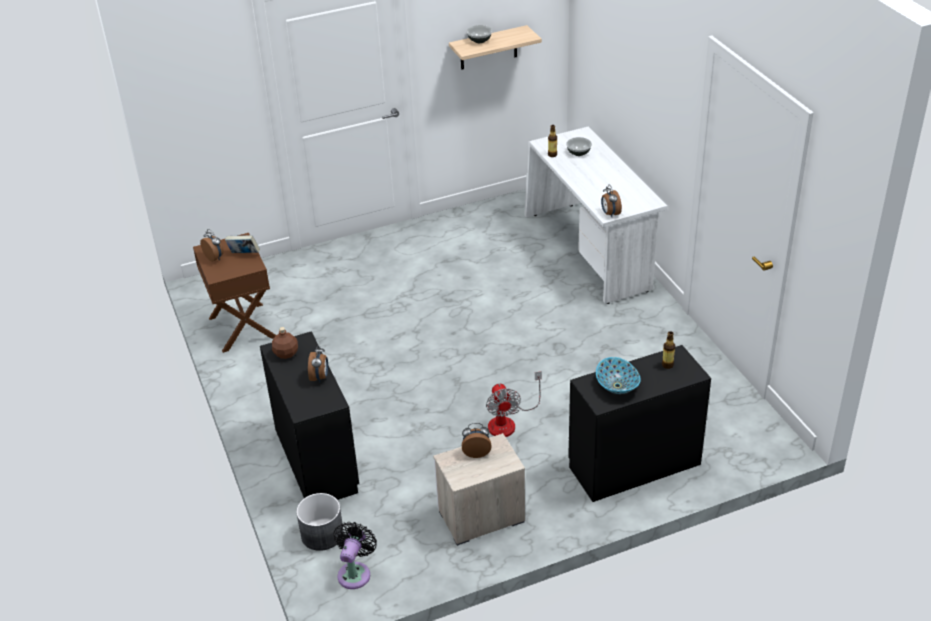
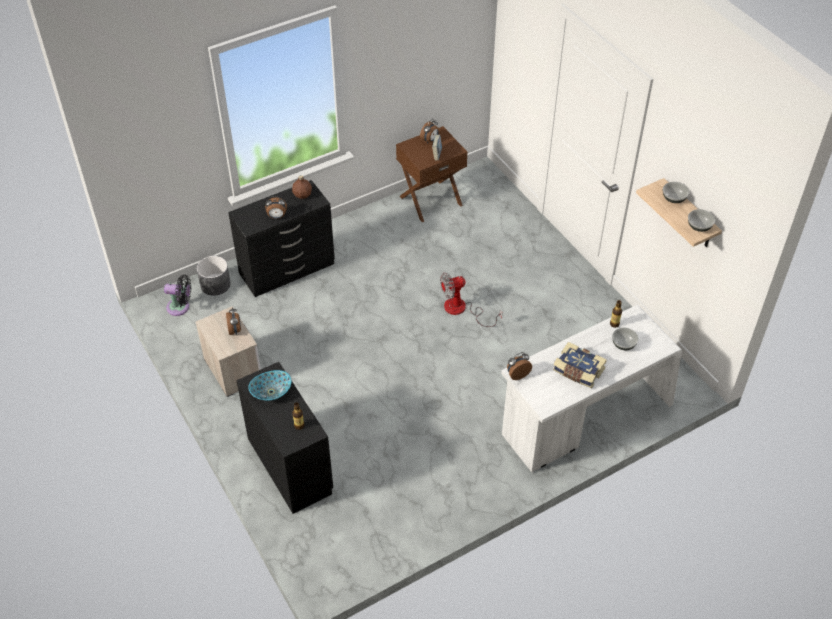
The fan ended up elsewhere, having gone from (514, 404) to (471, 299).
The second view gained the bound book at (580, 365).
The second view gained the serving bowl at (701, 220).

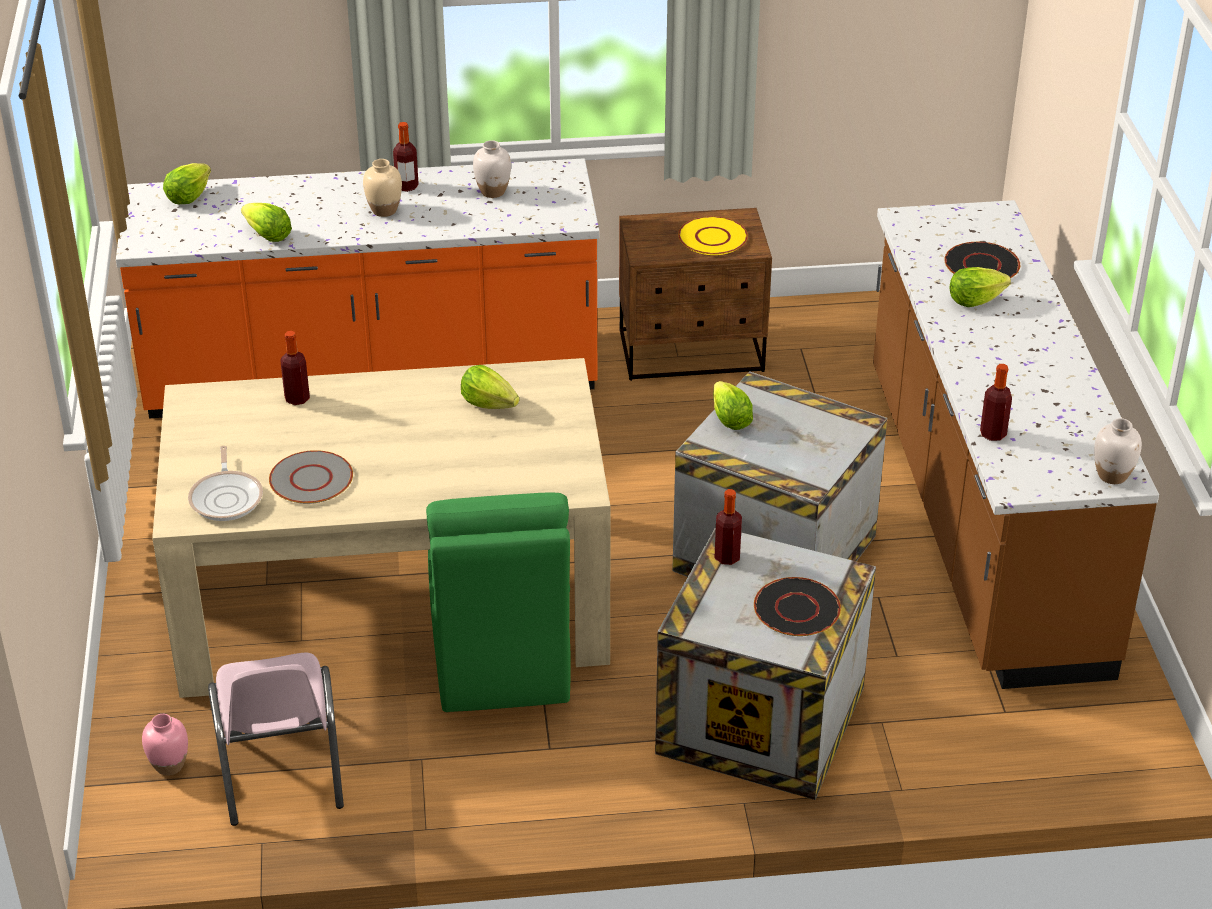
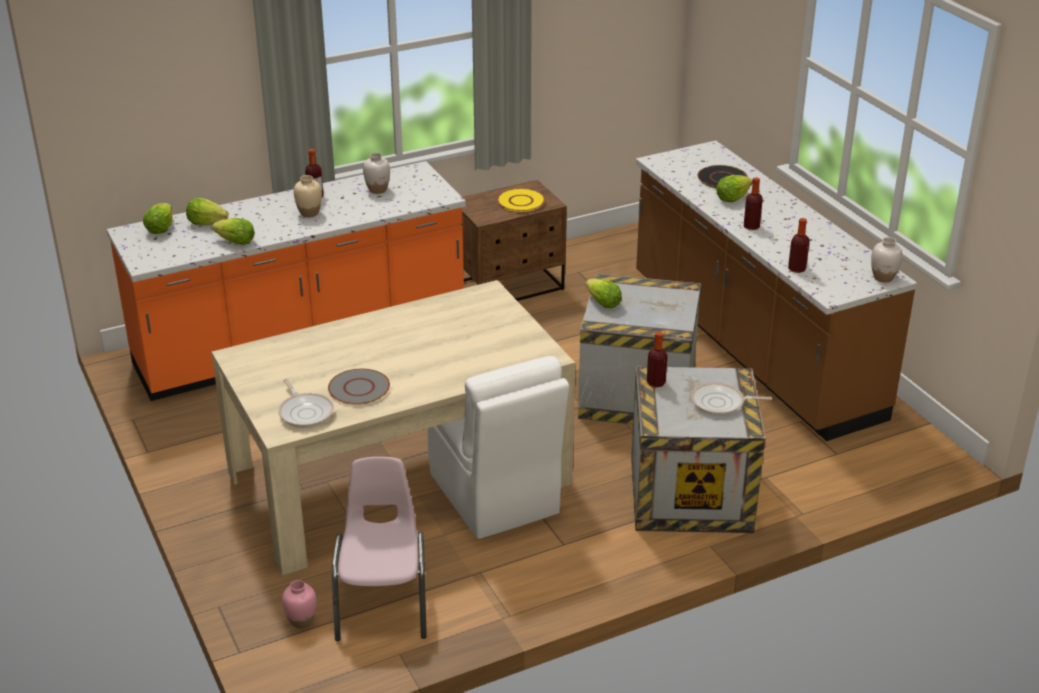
The pink-coloured plain chair at (276, 739) ended up facing another way, 150 degrees counterclockwise from before.
The drink bottle ended up elsewhere, having gone from (295, 368) to (753, 203).
What was the greenish plain chair at (498, 602) turned into the white-coloured plain chair at (498, 447).
The lettuce head ended up elsewhere, having gone from (490, 387) to (207, 211).
Where the black-coloured dinner plate stood at (797, 606), the pan came to stand at (731, 399).

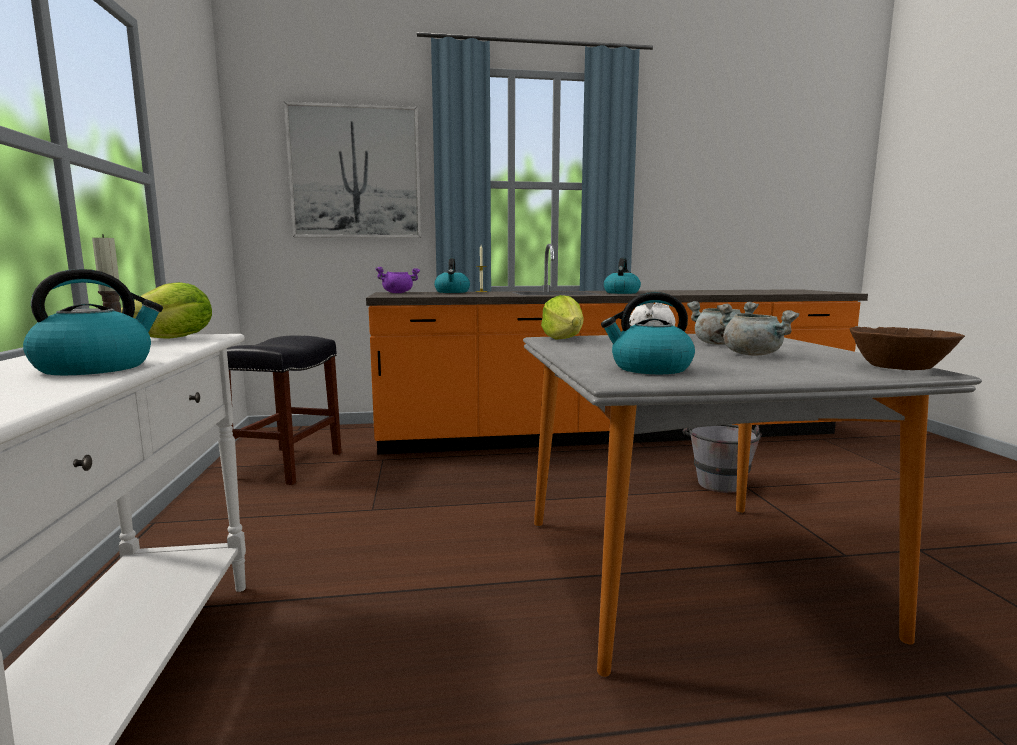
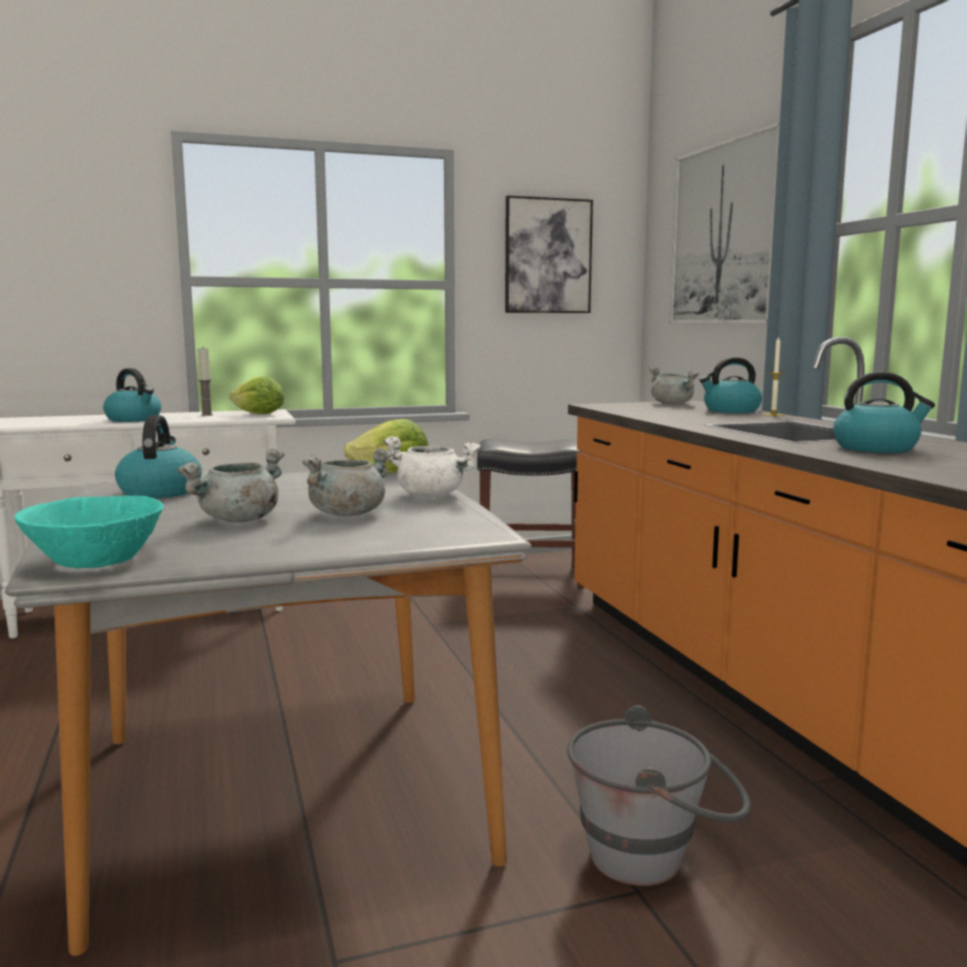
What was the purplish saucepot at (398, 280) turned into the greyish saucepot at (674, 385).
What was the brownish serving bowl at (907, 348) turned into the turquoise serving bowl at (89, 532).
The second view gained the wall art at (549, 254).

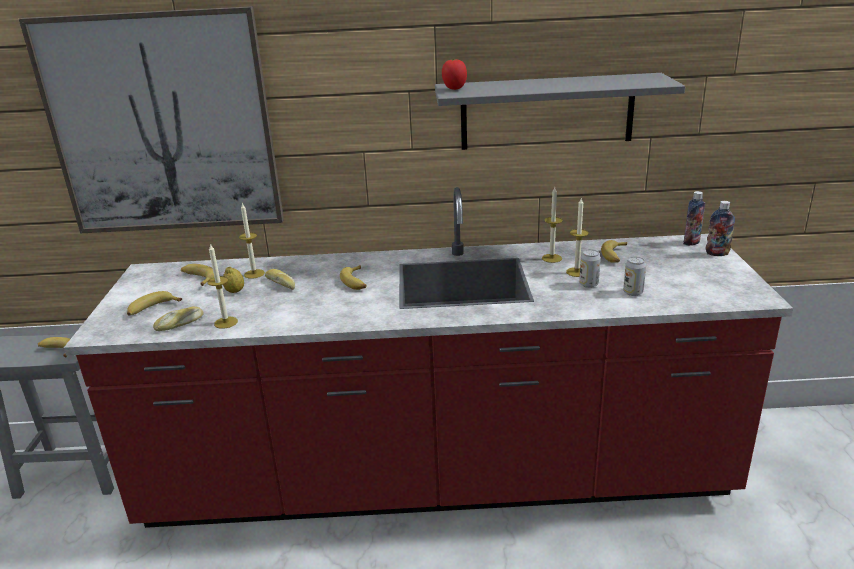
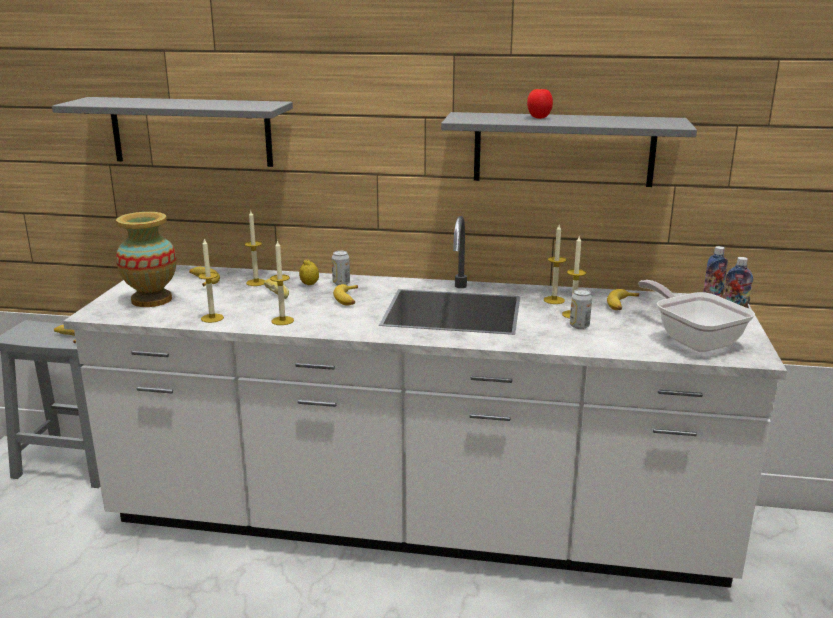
Where the wall art hung at (151, 119), the greyish wall shelf came to hang at (172, 132).
What was the red kitchen counter at (428, 357) turned into the white-coloured kitchen counter at (425, 402).
Where the whole banana stood at (154, 303), the vase came to stand at (146, 259).
The second view lost the baked bread at (178, 319).
The lemon ended up elsewhere, having gone from (233, 280) to (309, 272).
The tomato ended up elsewhere, having gone from (454, 74) to (540, 103).
The metal can ended up elsewhere, having gone from (634, 276) to (341, 268).
The second view gained the wax candle at (282, 282).
The second view gained the pan at (696, 316).

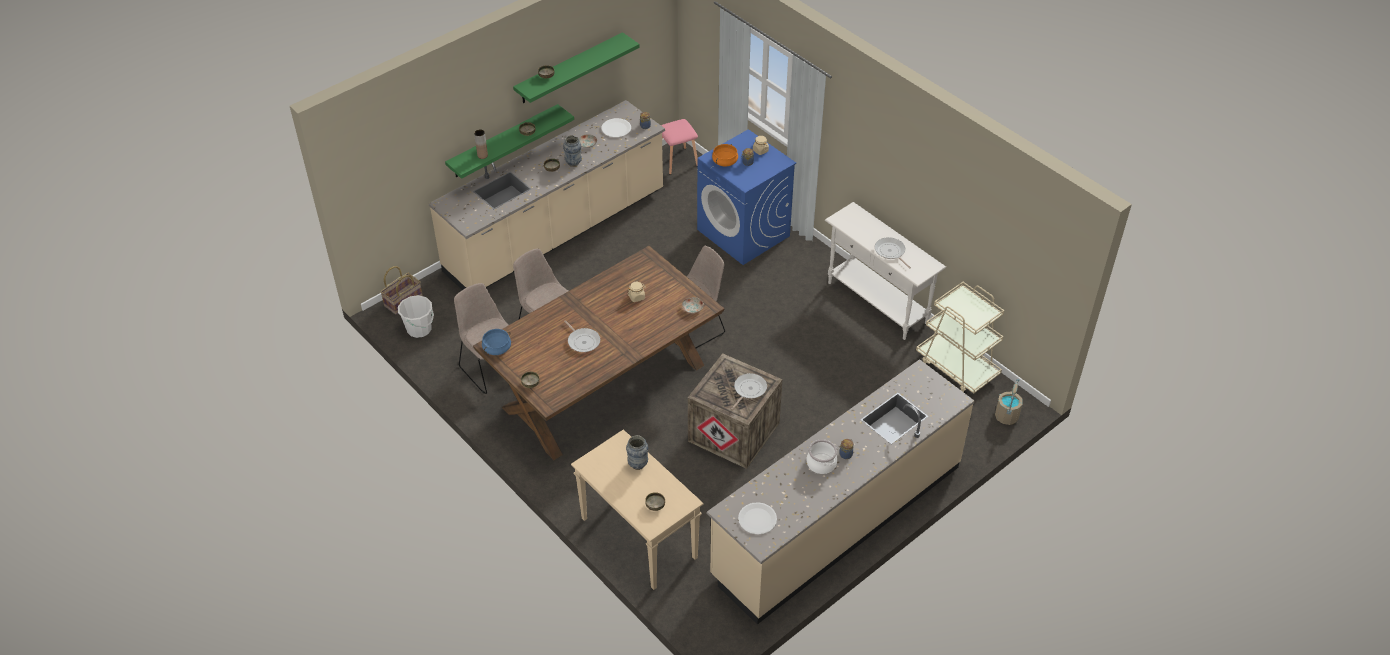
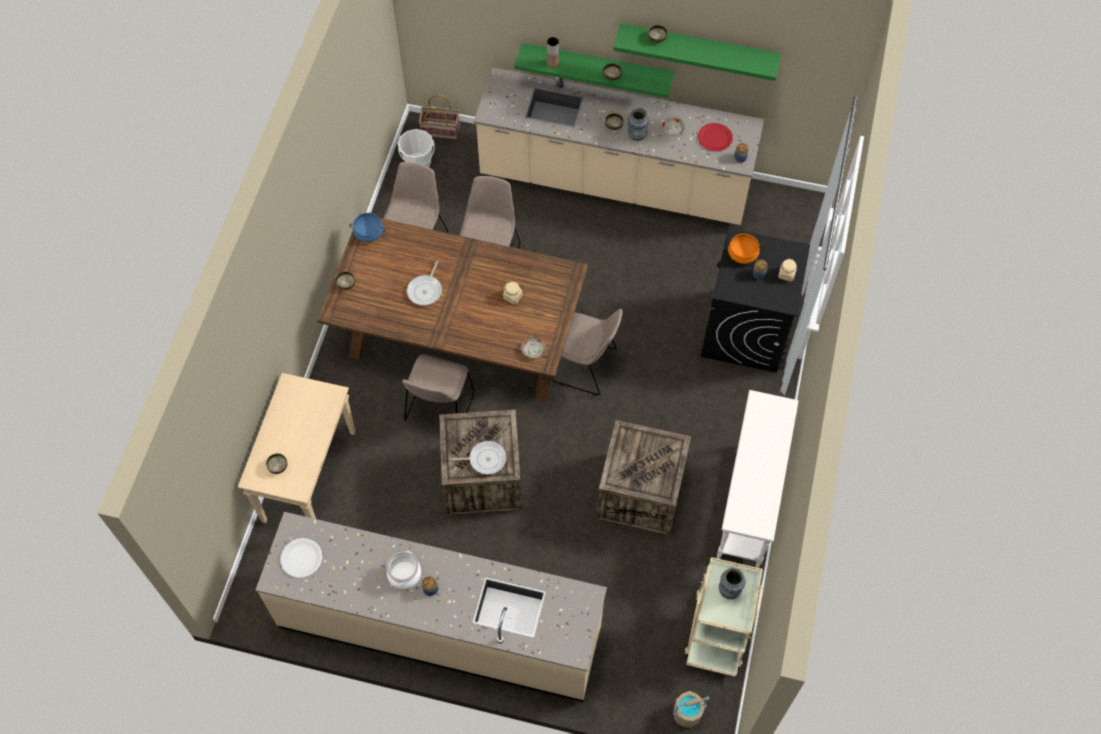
What was the white-coloured dinner plate at (616, 127) turned into the red dinner plate at (715, 137).
The vase ended up elsewhere, having gone from (637, 452) to (732, 583).
The second view lost the pink-coloured sitting stool at (679, 147).
What was the blue washing machine at (746, 197) turned into the black-coloured washing machine at (755, 300).
The second view lost the pan at (893, 252).
The second view gained the beige plain chair at (438, 387).
The second view gained the shipping crate at (643, 477).

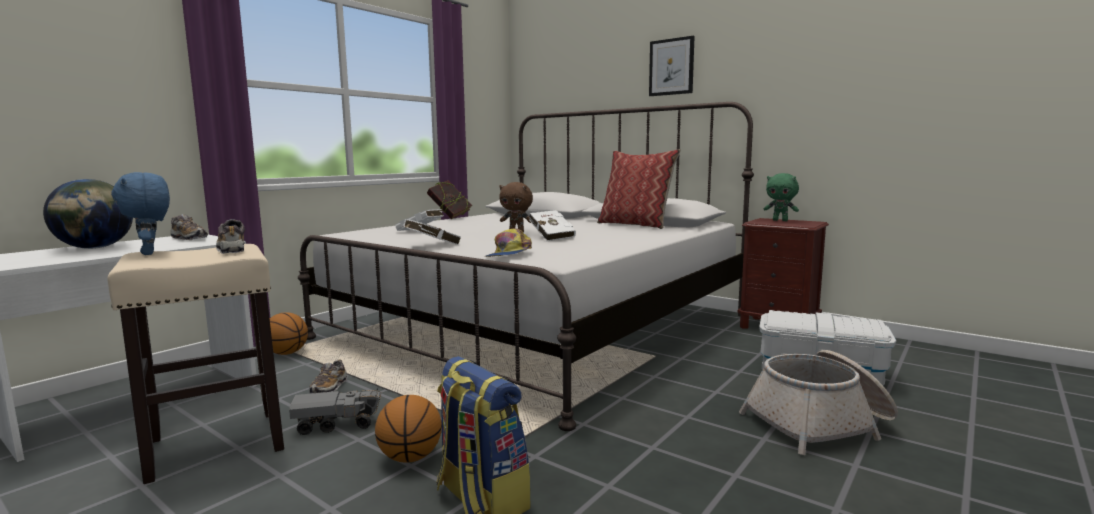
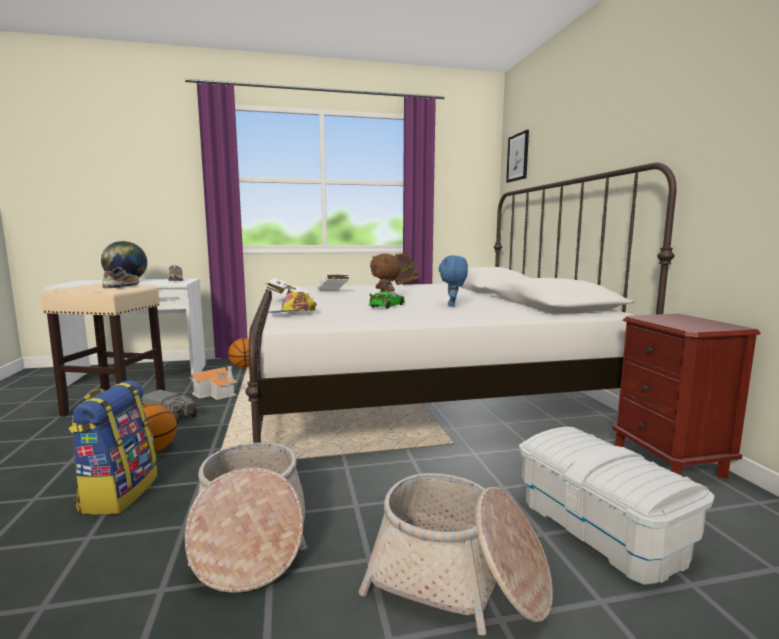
The blue cuddly toy ended up elsewhere, having gone from (140, 213) to (453, 281).
Where the low shoe stood at (328, 377), the model house came to stand at (213, 383).
Where the white-coloured bound book stood at (552, 225), the greenish toy car came to stand at (387, 300).
The second view lost the throw pillow at (639, 189).
The wall art ended up elsewhere, having gone from (672, 66) to (517, 156).
The second view lost the greenish cuddly toy at (781, 197).
The second view gained the basket at (246, 517).

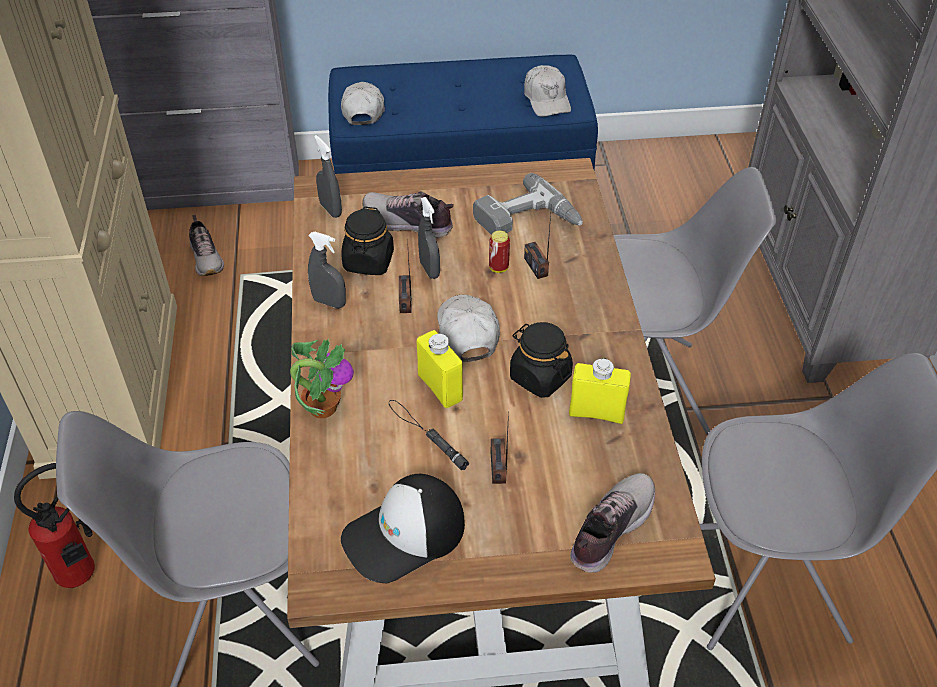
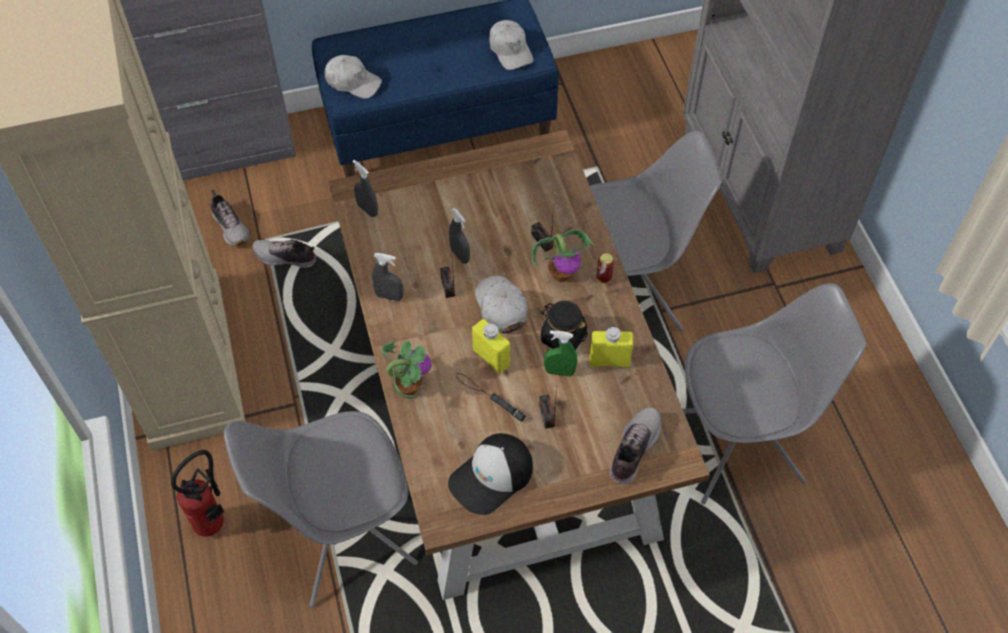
The white-coloured cap at (363, 103) ended up facing another way, 120 degrees clockwise from before.
The second view lost the black-coloured storage jar at (367, 241).
The low shoe ended up elsewhere, having gone from (408, 214) to (284, 253).
The second view lost the power drill at (528, 204).
The metal can ended up elsewhere, having gone from (499, 252) to (605, 268).
The second view gained the houseplant at (562, 255).
The second view gained the greenish sprayer at (560, 353).

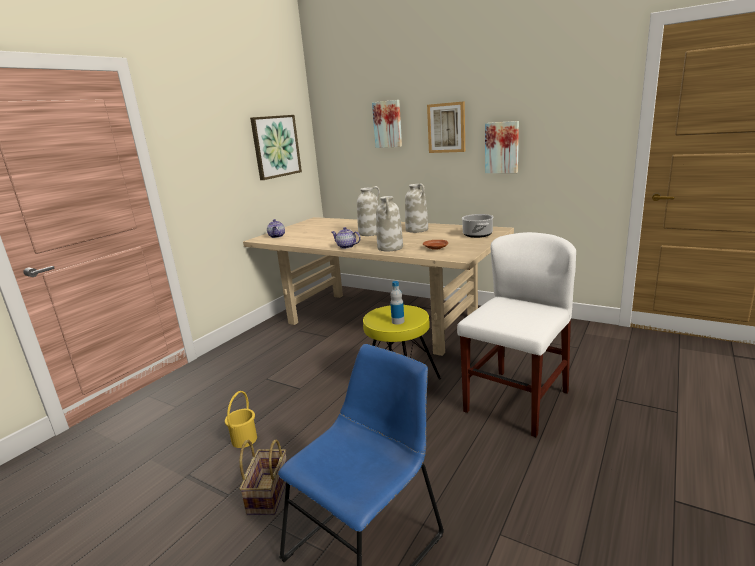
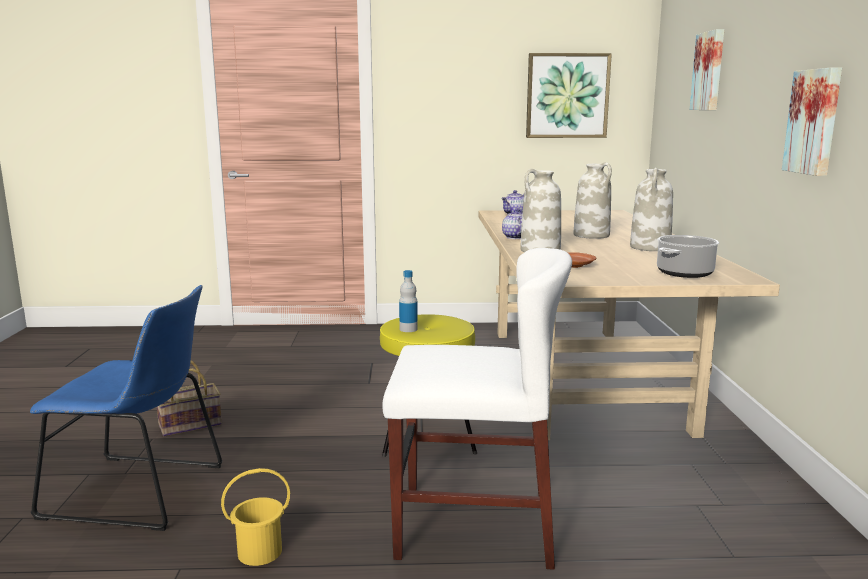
The yellow pail ended up elsewhere, having gone from (241, 419) to (255, 517).
The second view lost the wall art at (446, 127).

